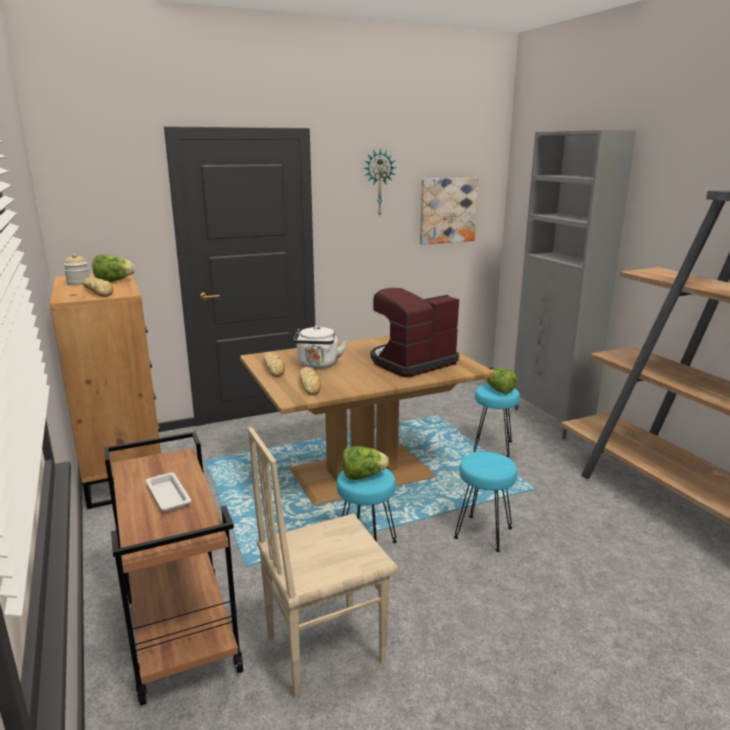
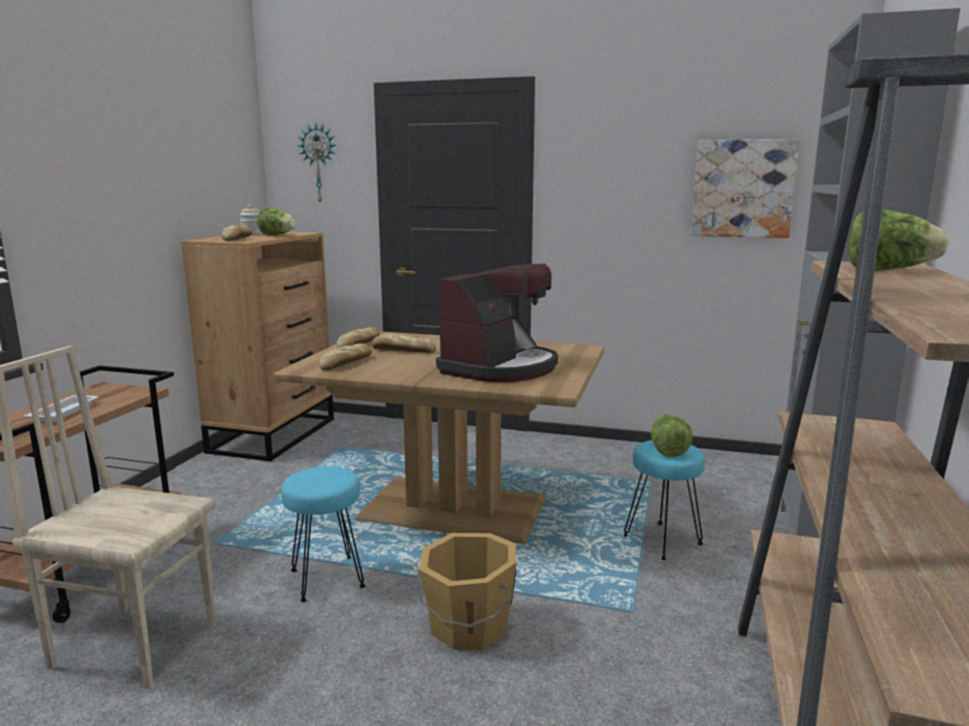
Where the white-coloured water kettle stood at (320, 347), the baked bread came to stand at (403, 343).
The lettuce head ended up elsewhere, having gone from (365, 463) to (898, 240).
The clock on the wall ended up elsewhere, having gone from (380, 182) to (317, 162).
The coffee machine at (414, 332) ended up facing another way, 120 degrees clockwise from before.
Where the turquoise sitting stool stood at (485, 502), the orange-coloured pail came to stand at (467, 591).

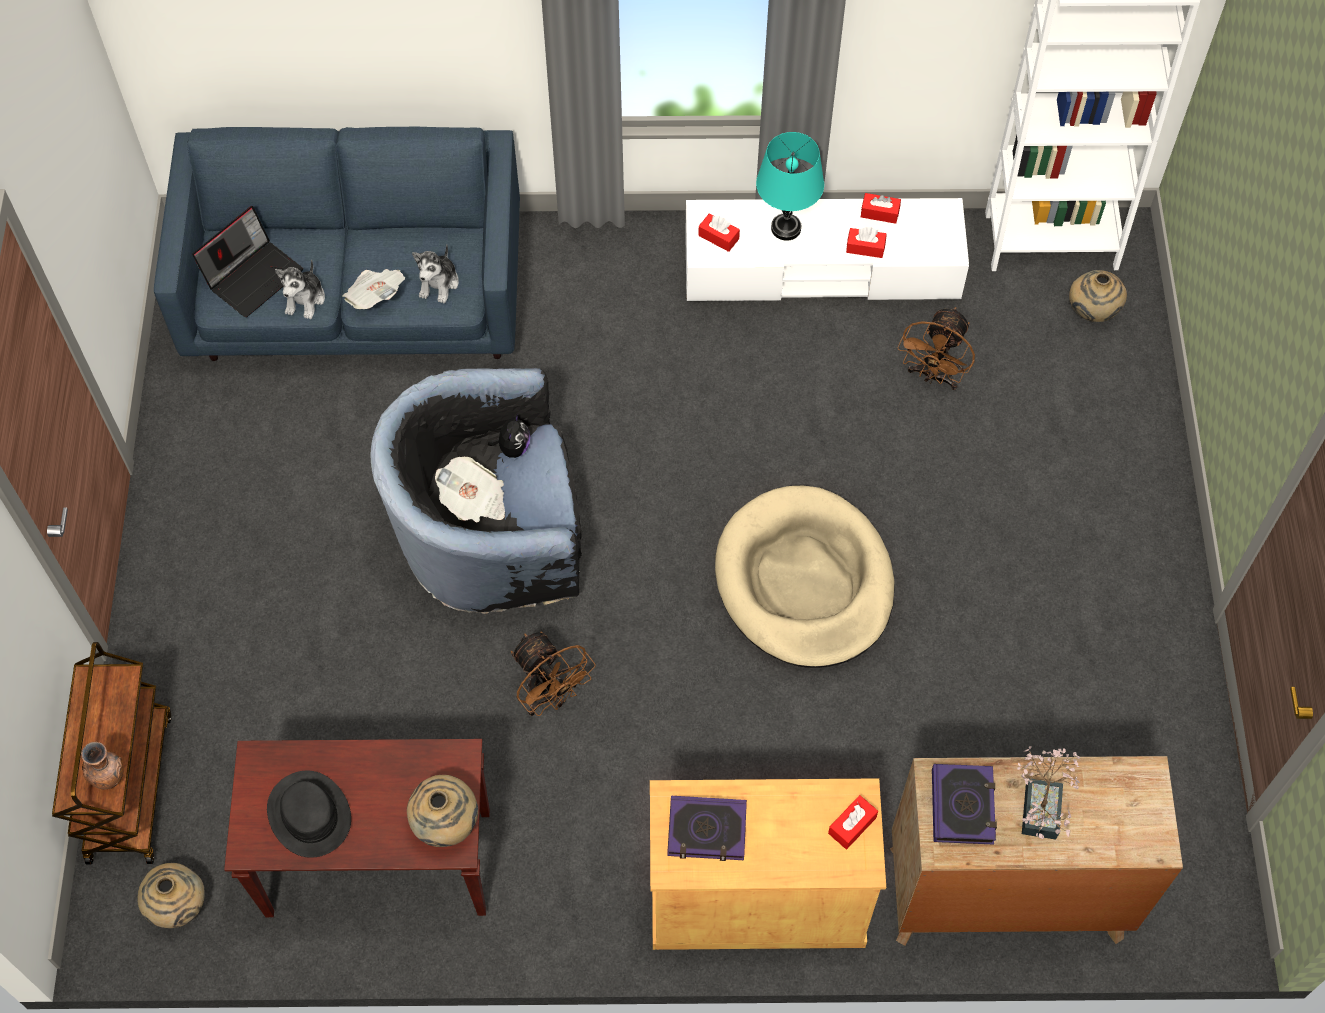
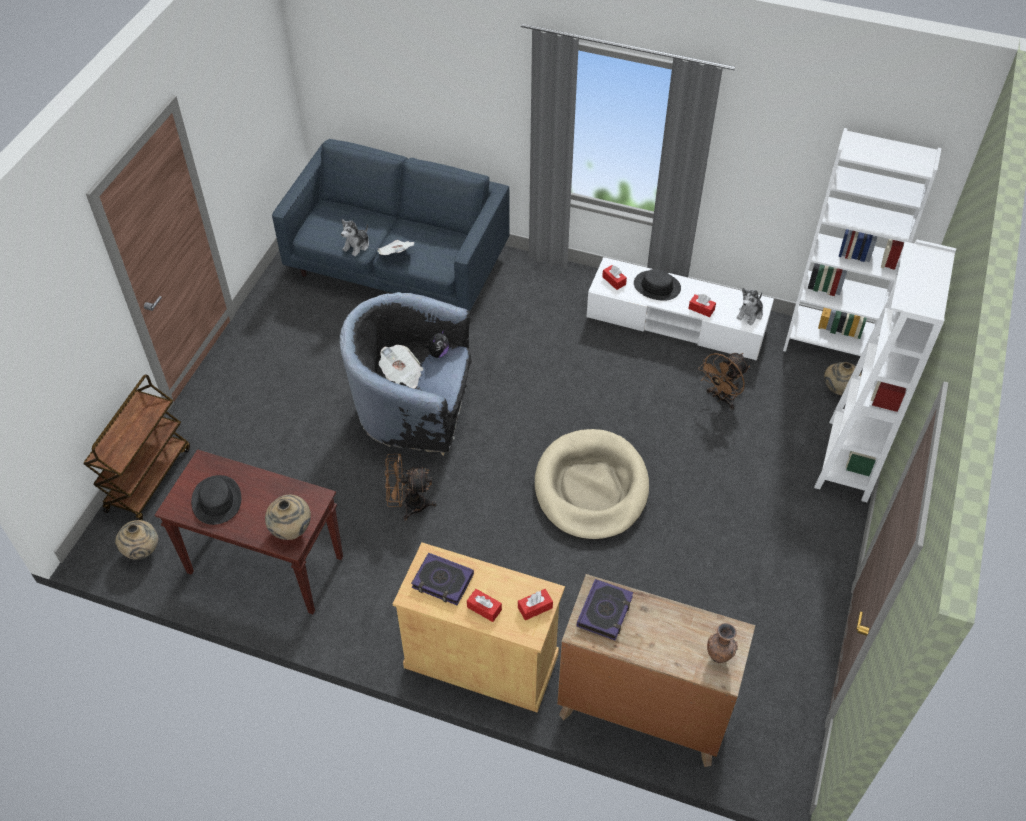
The brownish vase ended up elsewhere, having gone from (102, 765) to (722, 643).
The second view lost the portable computer at (247, 261).
The cuddly toy ended up elsewhere, having gone from (435, 273) to (750, 306).
The brownish fan at (553, 673) ended up facing another way, 105 degrees clockwise from before.
Where the turquoise tabletop lamp stood at (790, 186), the black-coloured wearable hat came to stand at (657, 285).
The red tissue box ended up elsewhere, having gone from (881, 208) to (484, 605).
The second view lost the houseplant at (1048, 793).
The second view gained the white-coloured shelving unit at (885, 371).

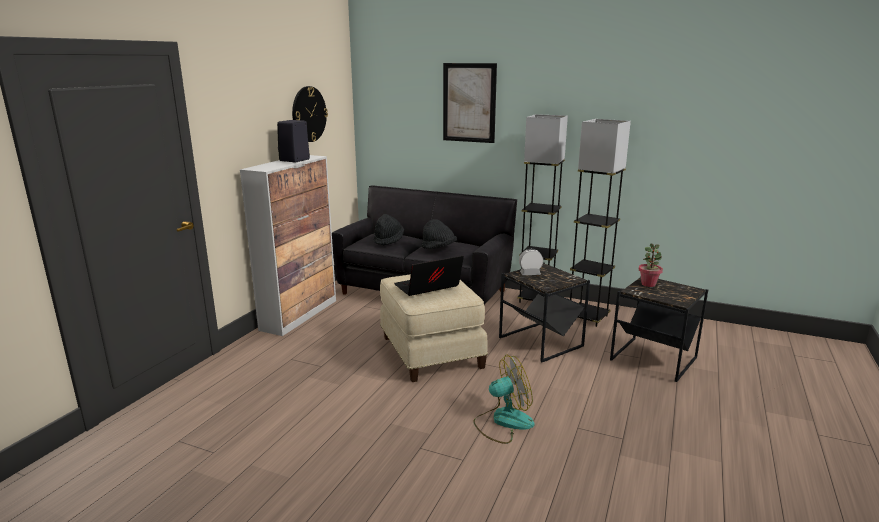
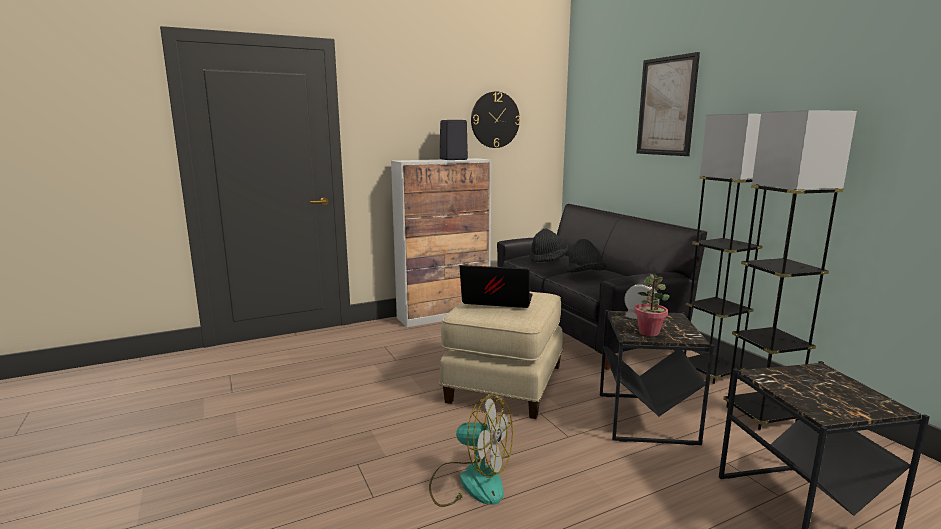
The houseplant ended up elsewhere, having gone from (651, 265) to (652, 305).

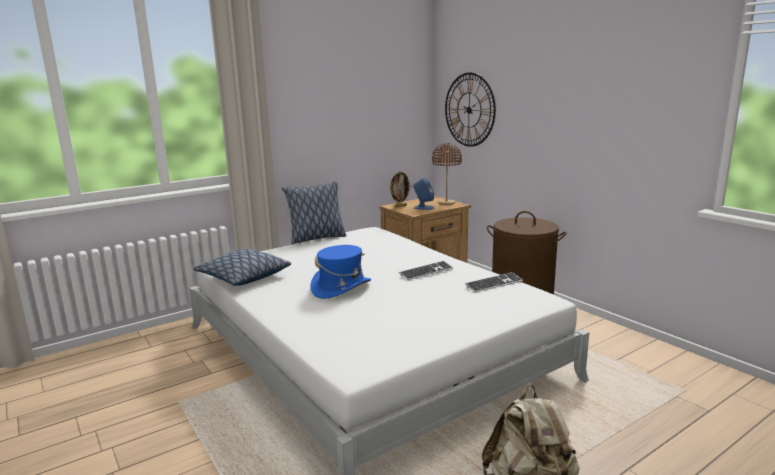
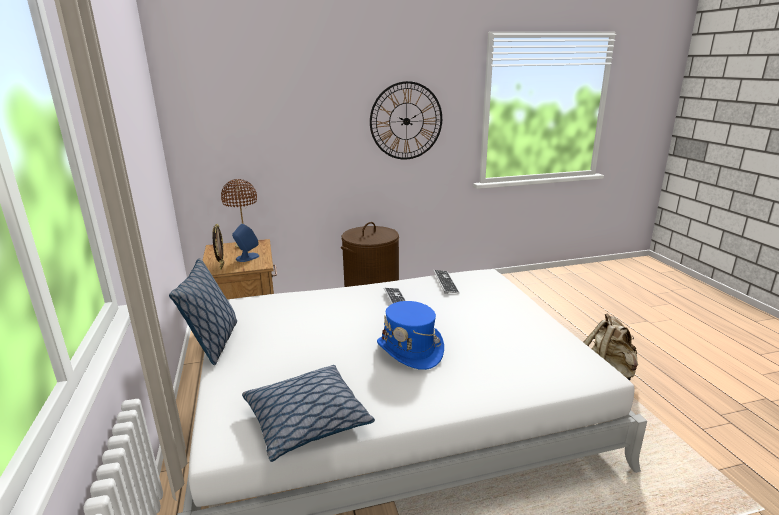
The clock on the wall ended up elsewhere, having gone from (470, 109) to (406, 120).

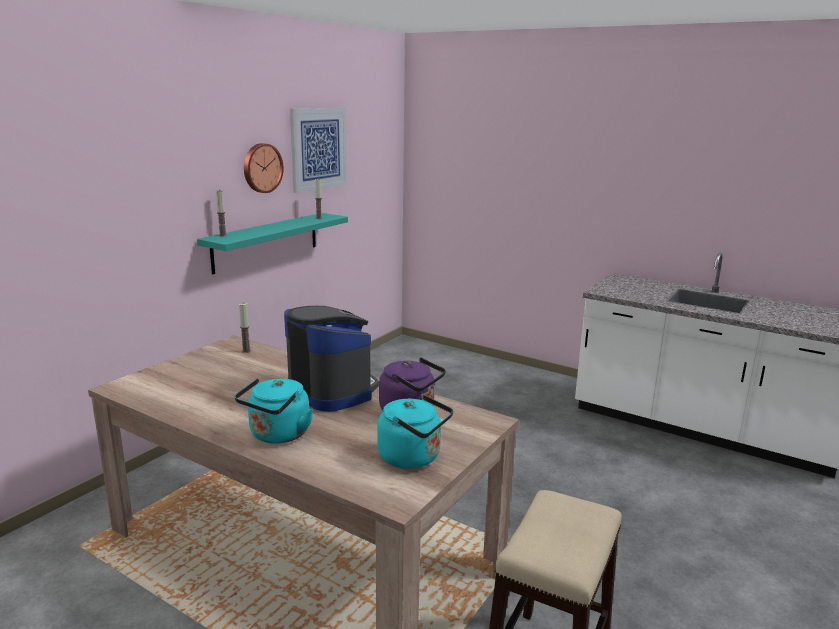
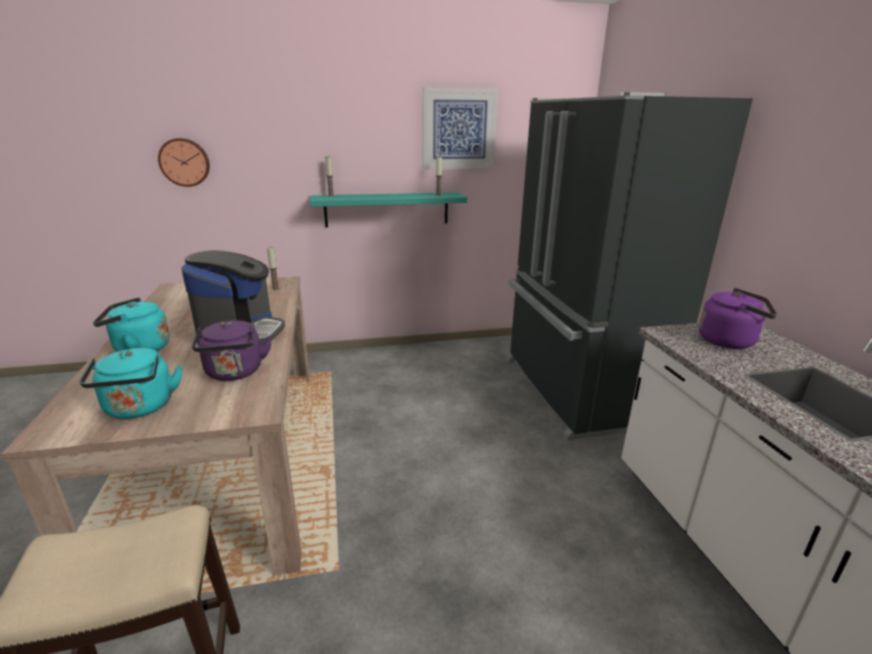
The clock on the wall ended up elsewhere, having gone from (263, 168) to (184, 162).
The second view gained the black-coloured refrigerator at (630, 266).
The second view gained the purplish water kettle at (738, 318).

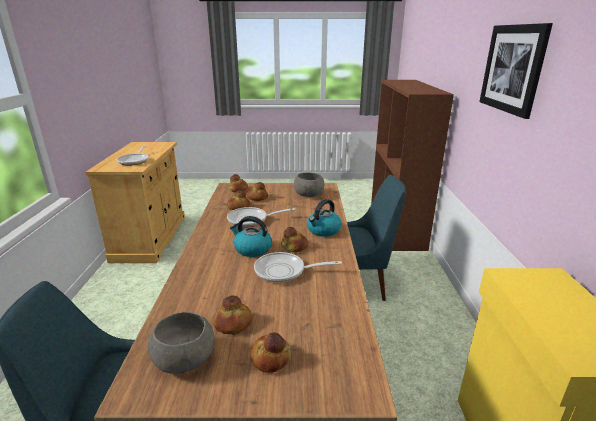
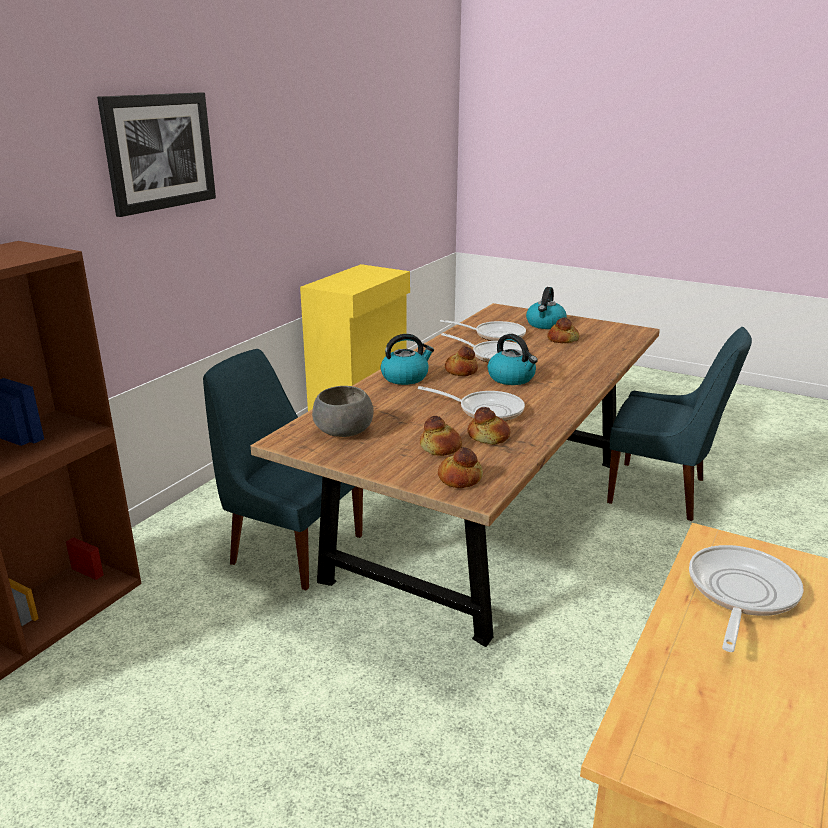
The second view lost the greyish serving bowl at (181, 343).
Where the baked bread stood at (270, 352), the water kettle came to stand at (546, 308).
The second view gained the pan at (483, 331).

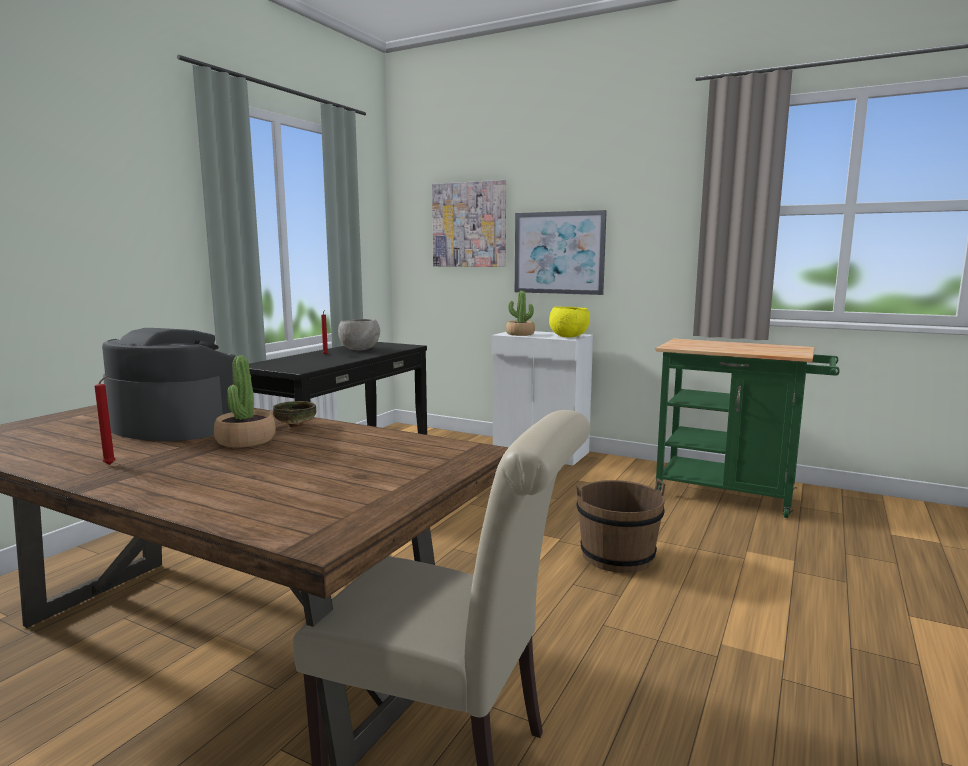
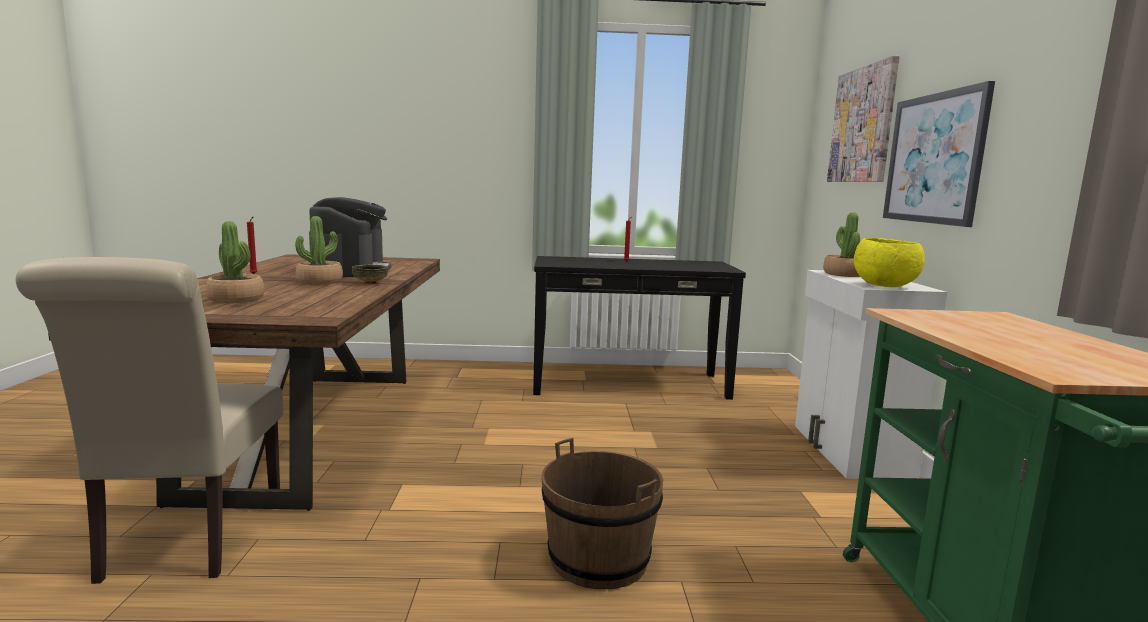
The second view lost the greyish serving bowl at (359, 334).
The second view gained the houseplant at (235, 262).

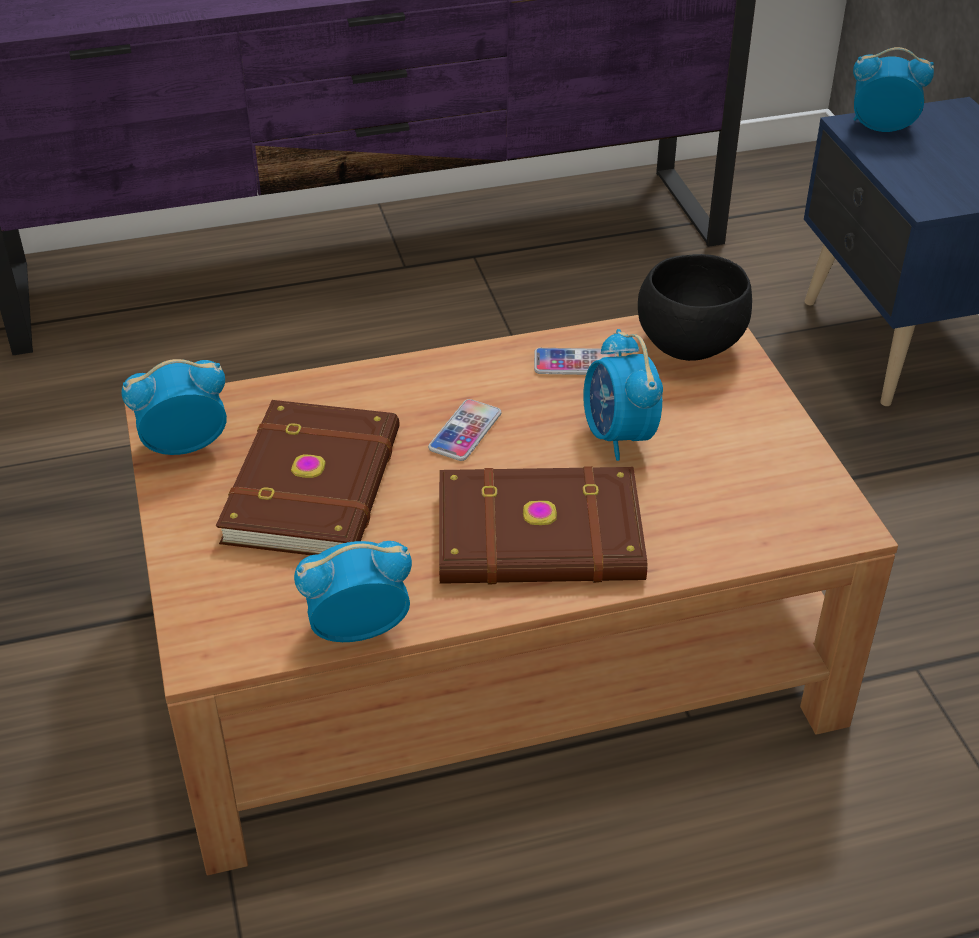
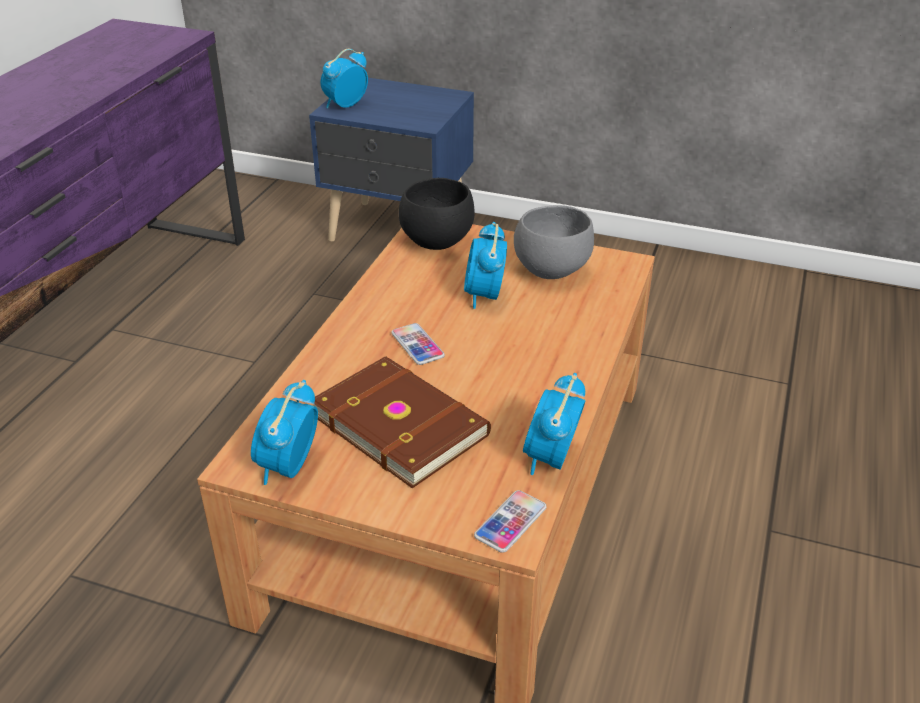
The second view lost the brownish bound book at (543, 525).
The phone ended up elsewhere, having gone from (575, 361) to (510, 521).
The bedside clock at (623, 395) ended up facing another way, 75 degrees clockwise from before.
The second view gained the greyish serving bowl at (554, 242).

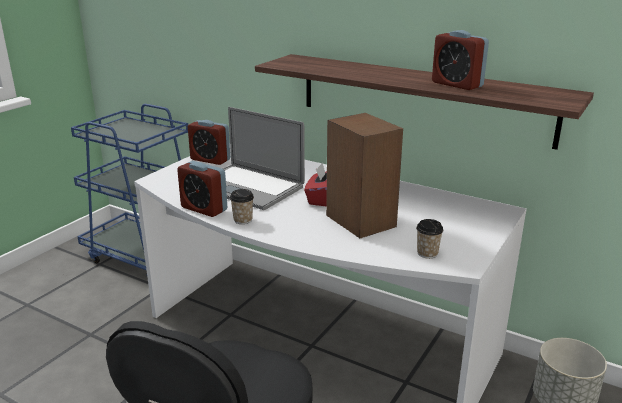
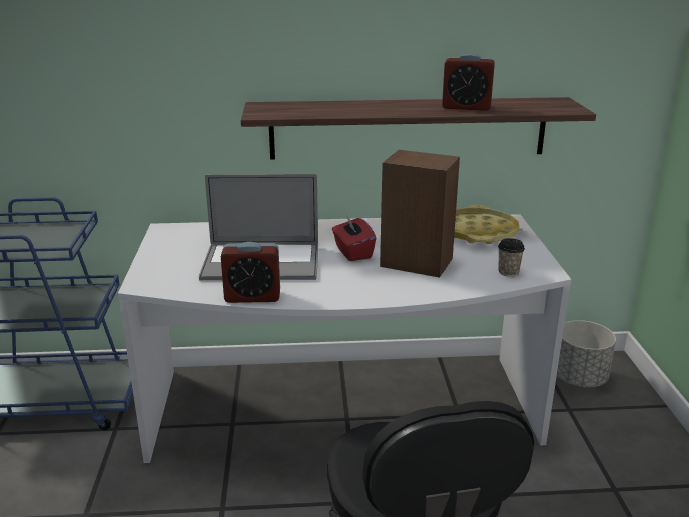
The second view lost the bedside clock at (209, 142).
The second view lost the cup at (242, 206).
The second view gained the yellow tray at (486, 224).

